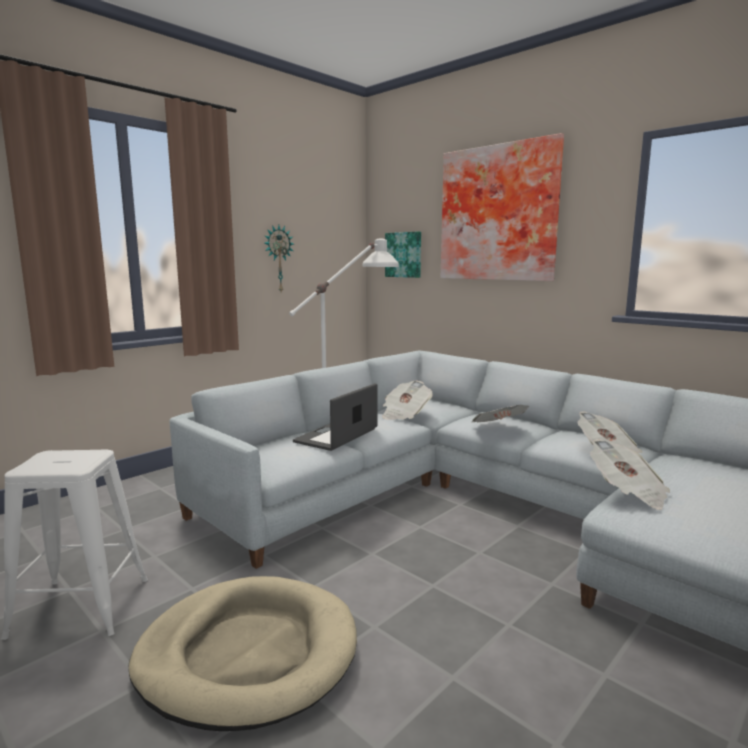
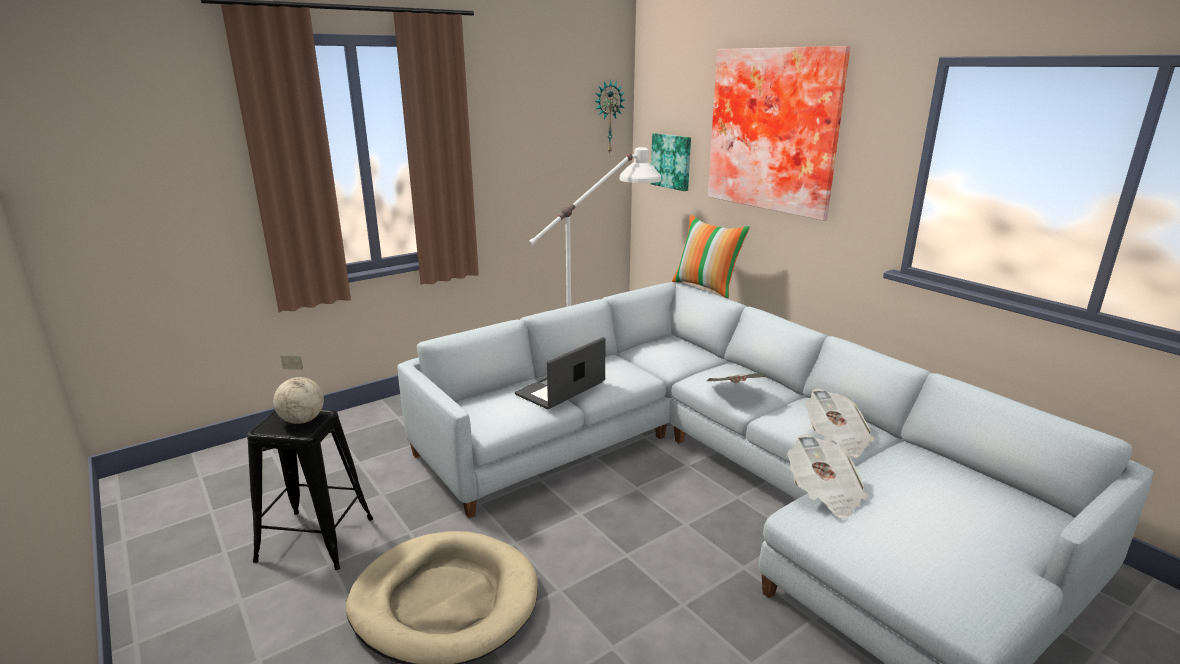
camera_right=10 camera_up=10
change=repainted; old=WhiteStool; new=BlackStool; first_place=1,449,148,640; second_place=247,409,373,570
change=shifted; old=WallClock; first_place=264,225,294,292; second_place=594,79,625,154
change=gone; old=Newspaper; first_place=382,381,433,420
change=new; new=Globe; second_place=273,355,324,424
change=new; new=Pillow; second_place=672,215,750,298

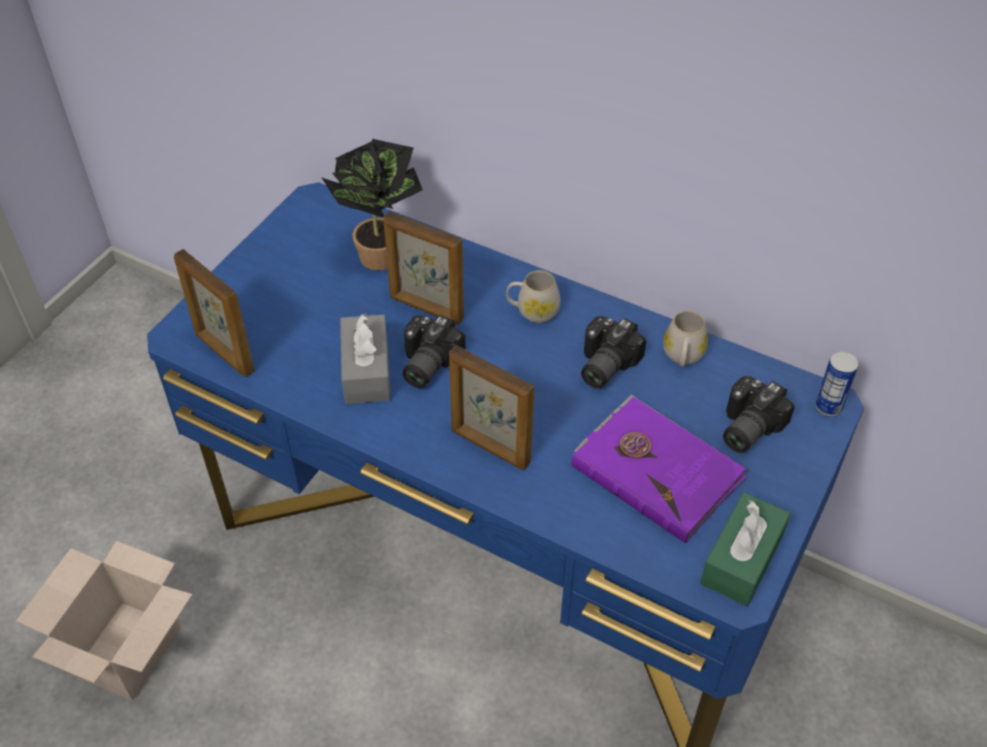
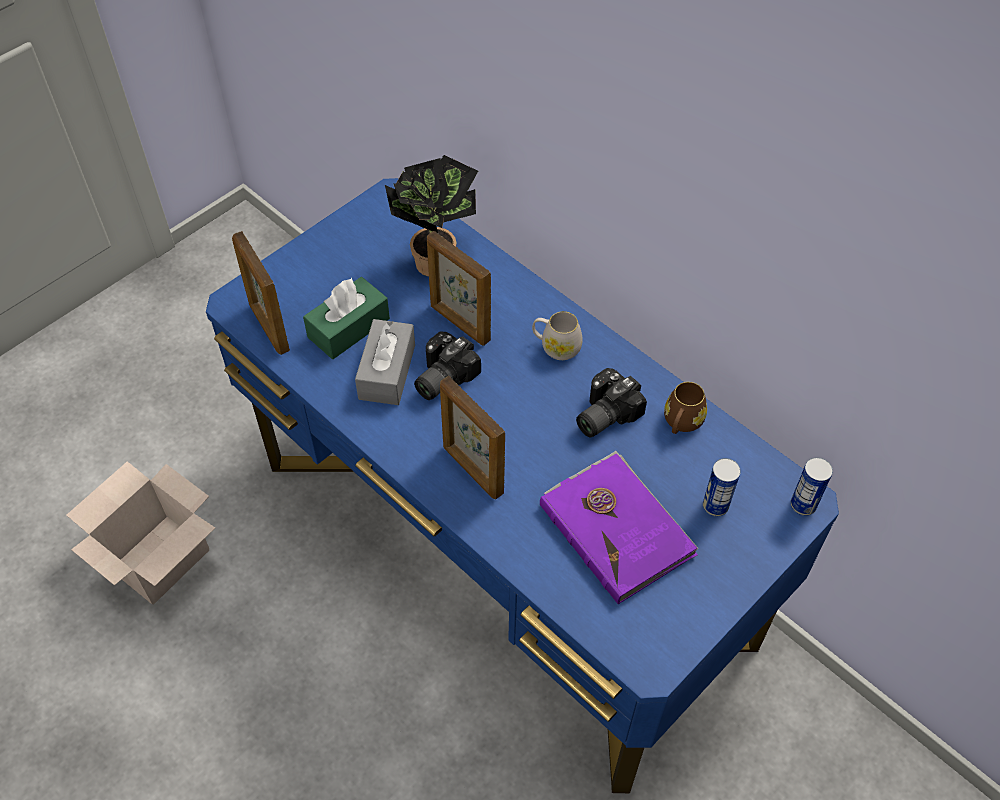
camera_right=15 camera_up=5
change=repainted; old=WhiteMug; new=BrownMug; first_place=663,311,708,367; second_place=664,382,707,434
change=shifted; old=GreenTissueBox; first_place=700,492,790,606; second_place=303,277,390,359
change=swapped; old=PhotoCamera; new=Can; first_place=723,376,795,453; second_place=703,458,741,516

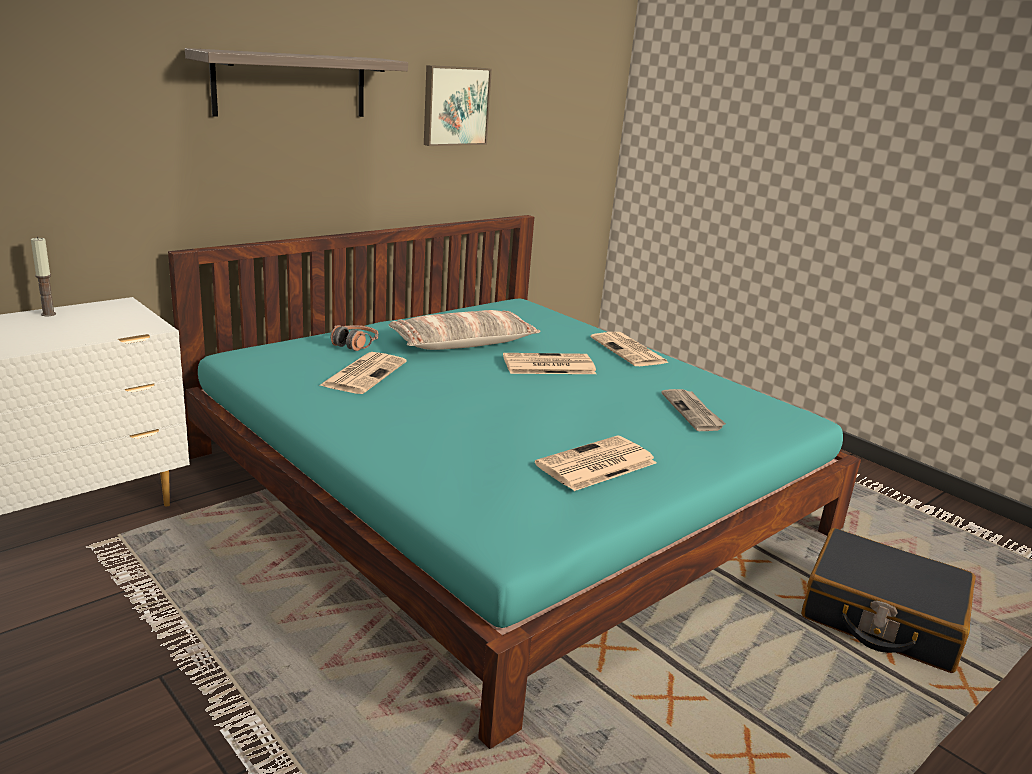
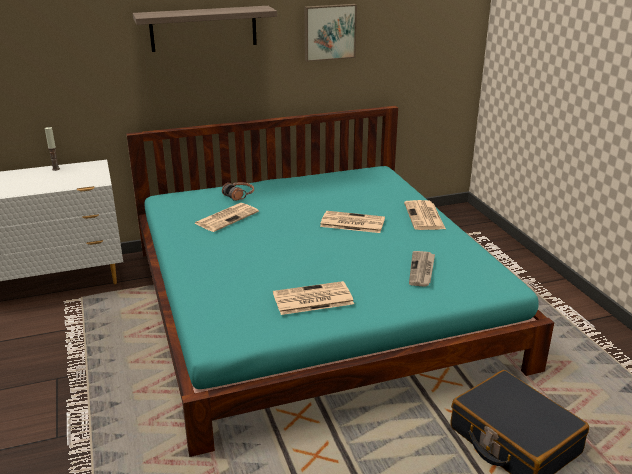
camera_right=25 camera_up=5
change=gone; old=Pillow; first_place=389,310,540,350

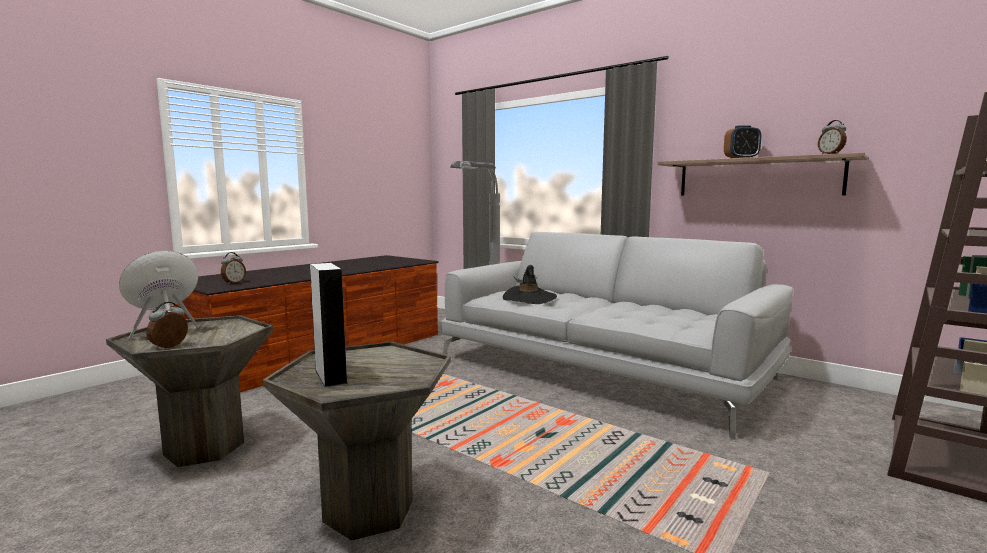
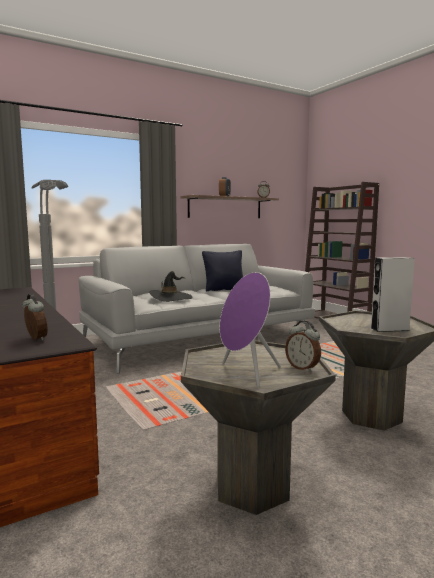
camera_right=-70 camera_up=0
change=new; new=BlackPillow; second_place=202,250,243,291

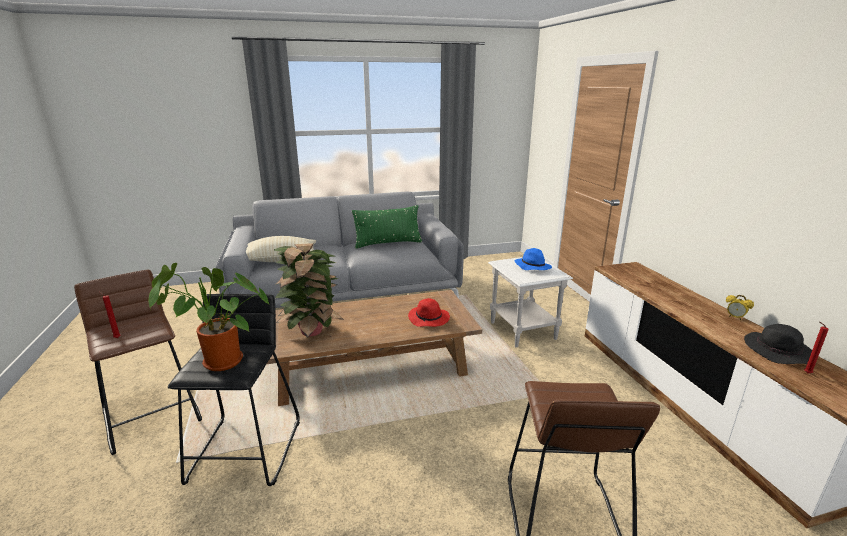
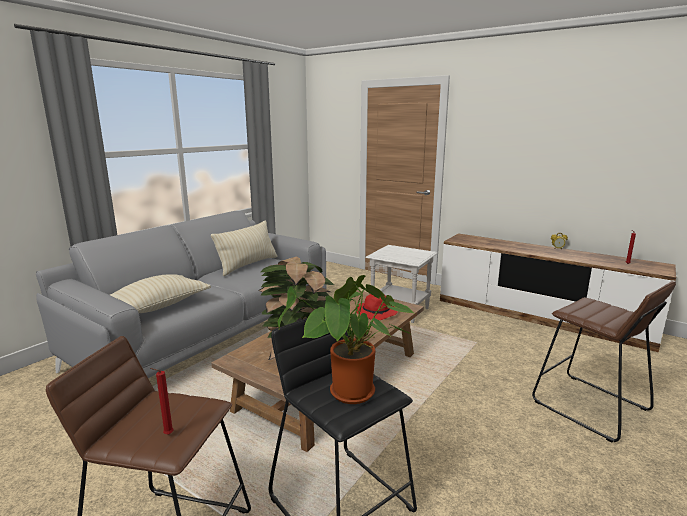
camera_right=-40 camera_up=-5
change=repainted; old=GreenPillow; new=BeigePillow; first_place=352,205,422,249; second_place=211,220,277,276
change=gone; old=BlueHat; first_place=515,248,552,270
change=gone; old=BlackHat; first_place=744,324,812,364

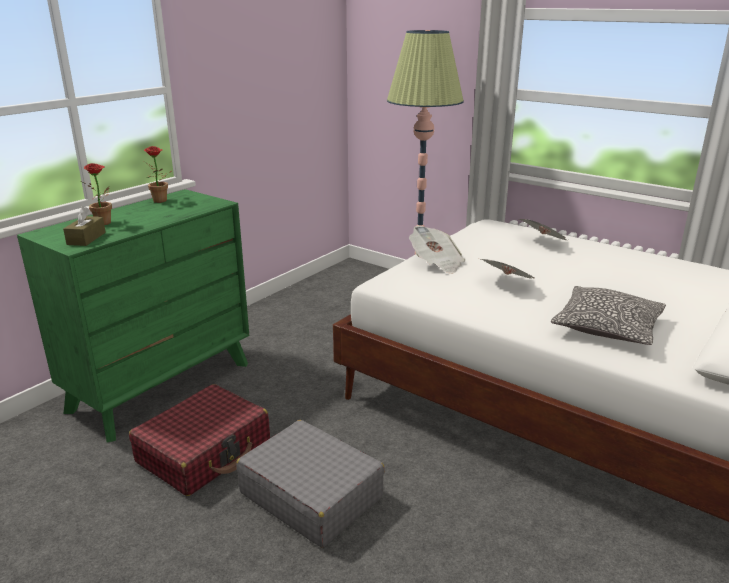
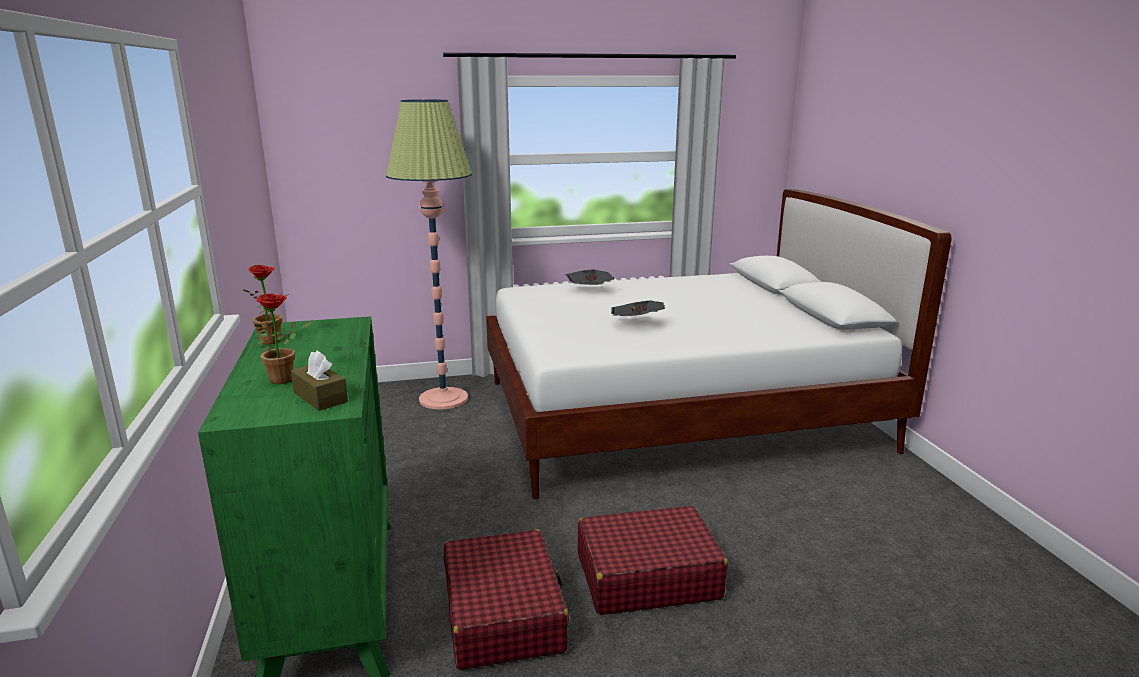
camera_right=-50 camera_up=-5
change=repainted; old=GreySuitcase; new=RedSuitcase; first_place=236,420,385,547; second_place=578,505,728,615
change=gone; old=Newspaper; first_place=409,225,465,274
change=gone; old=Pillow; first_place=551,286,666,345

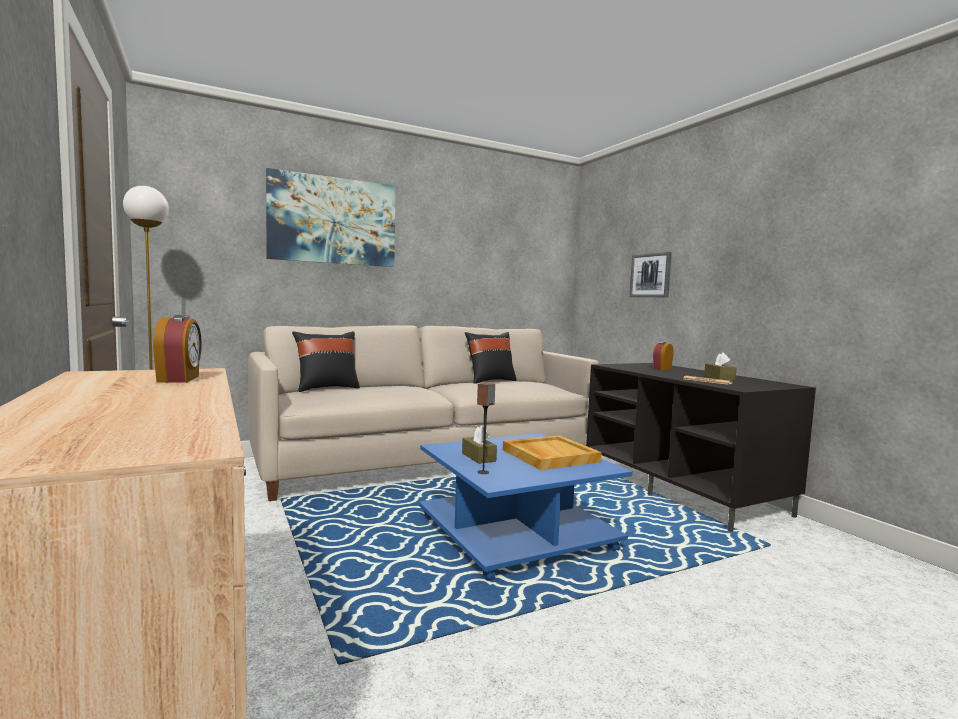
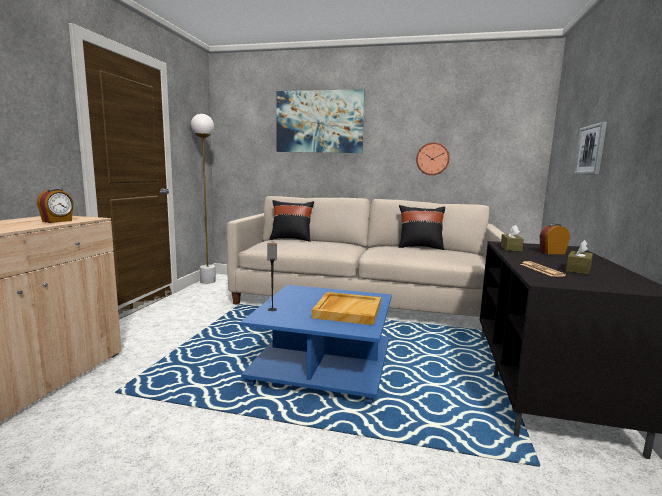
camera_right=40 camera_up=5
change=shifted; old=BrownTissueBox; first_place=462,426,497,464; second_place=501,225,524,252
change=new; new=WallClock; second_place=416,142,449,175

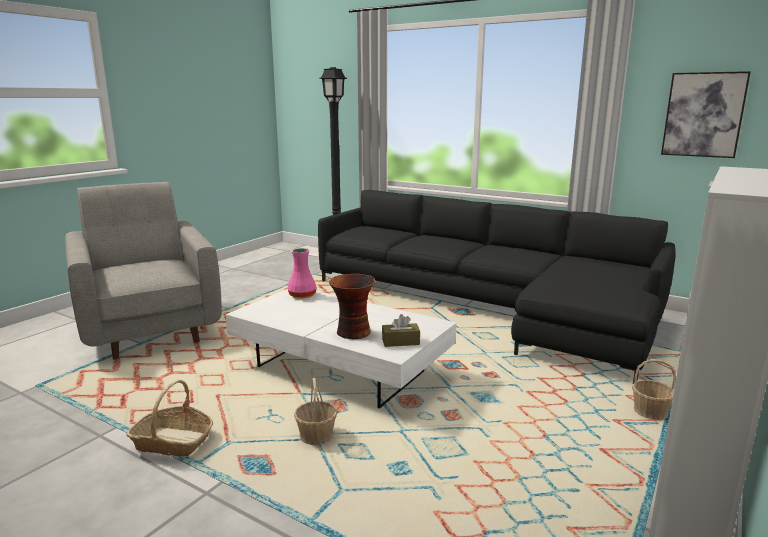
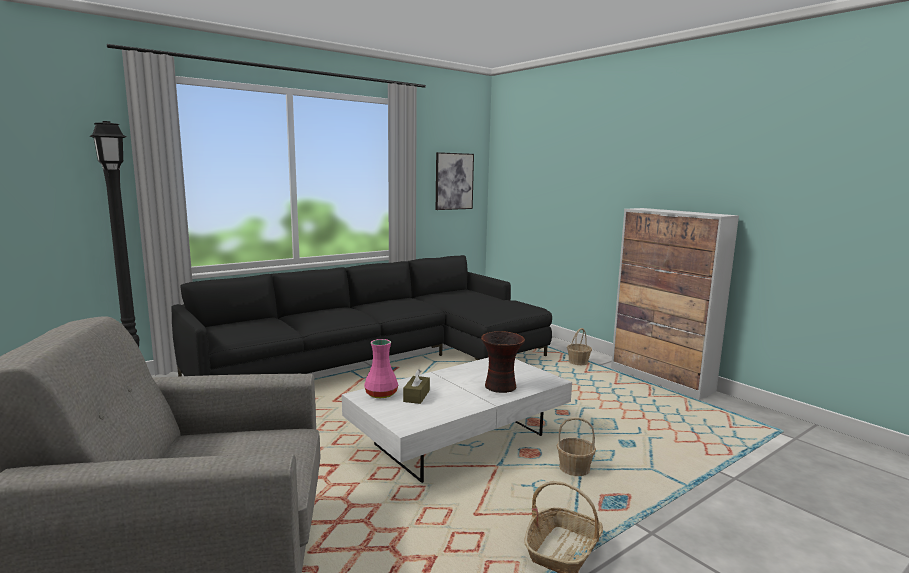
camera_right=-70 camera_up=-5
change=shifted; old=BrownTissueBox; first_place=382,314,420,347; second_place=403,369,430,404

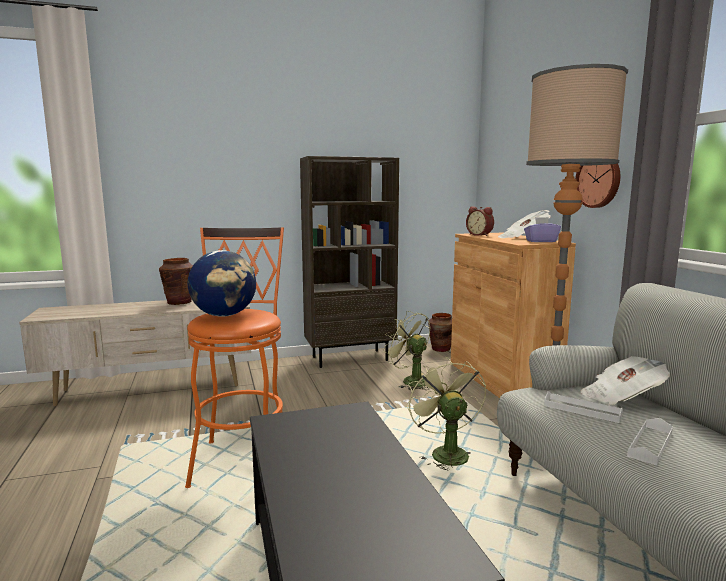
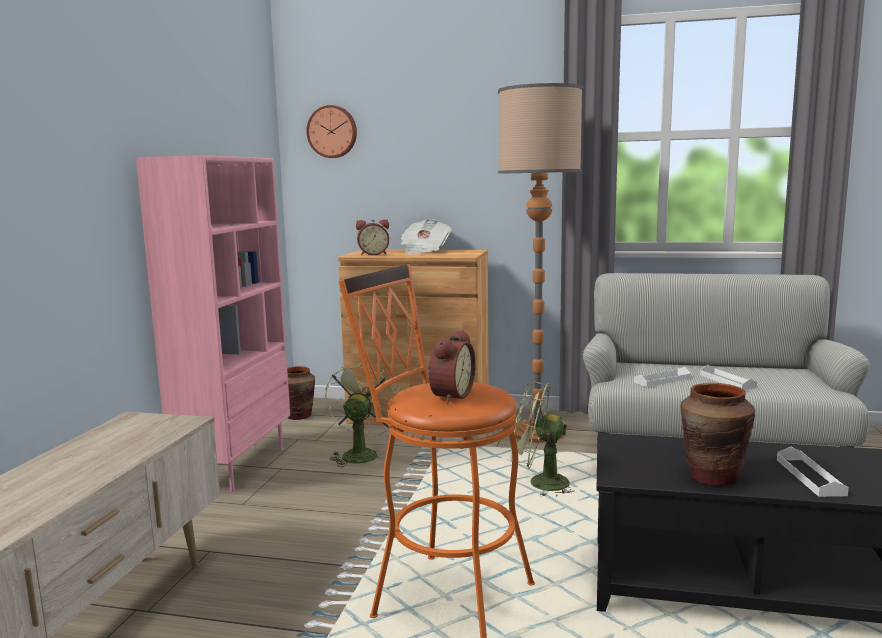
camera_right=-60 camera_up=0
change=shifted; old=BrownVase; first_place=159,258,193,305; second_place=681,383,755,486
change=swapped; old=Globe; new=AlarmClock; first_place=188,250,256,317; second_place=428,330,476,404
change=repainted; old=BrownBookcase; new=PinkBookcase; first_place=300,156,399,368; second_place=136,155,290,492
change=rotated; old=GreenFan; first_place=383,311,430,390; second_place=325,361,399,467; degrees=120
change=gone; old=PurpleTissueBox; first_place=524,217,561,242
change=shifted; old=WallClock; first_place=575,164,620,208; second_place=306,105,357,158
change=gone; old=Newspaper; first_place=581,356,670,405
change=new; new=WhiteTray; second_place=777,446,849,497

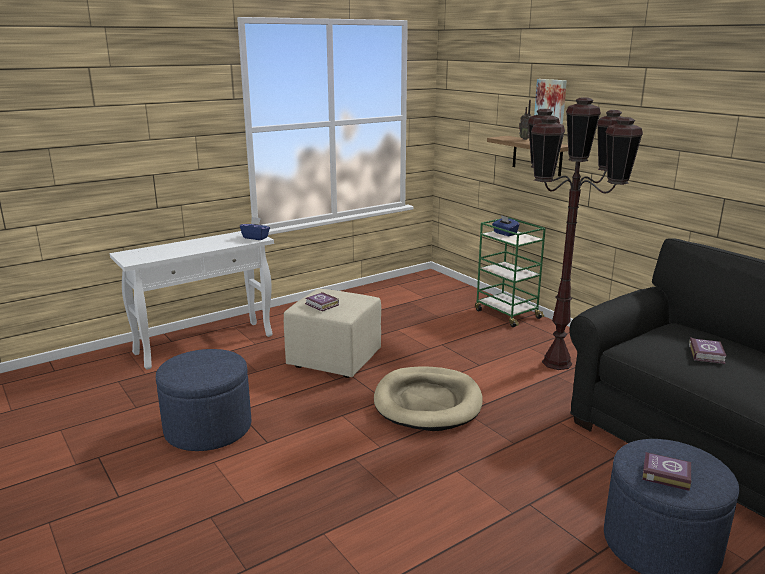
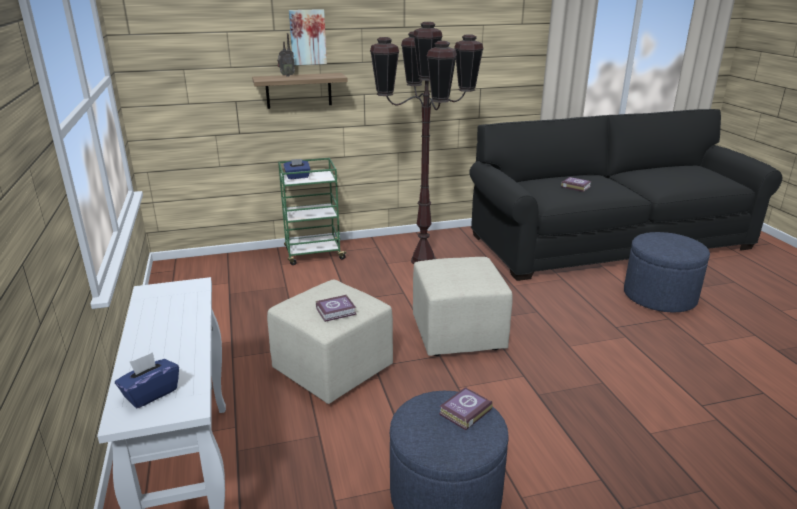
camera_right=-70 camera_up=5
change=shifted; old=BlueTissueBox; first_place=240,217,270,240; second_place=115,352,179,408
change=swapped; old=BeigeDogBed; new=BeigeOttoman; first_place=374,366,482,431; second_place=413,257,513,356
change=shifted; old=Book; first_place=642,452,691,491; second_place=439,387,493,430

